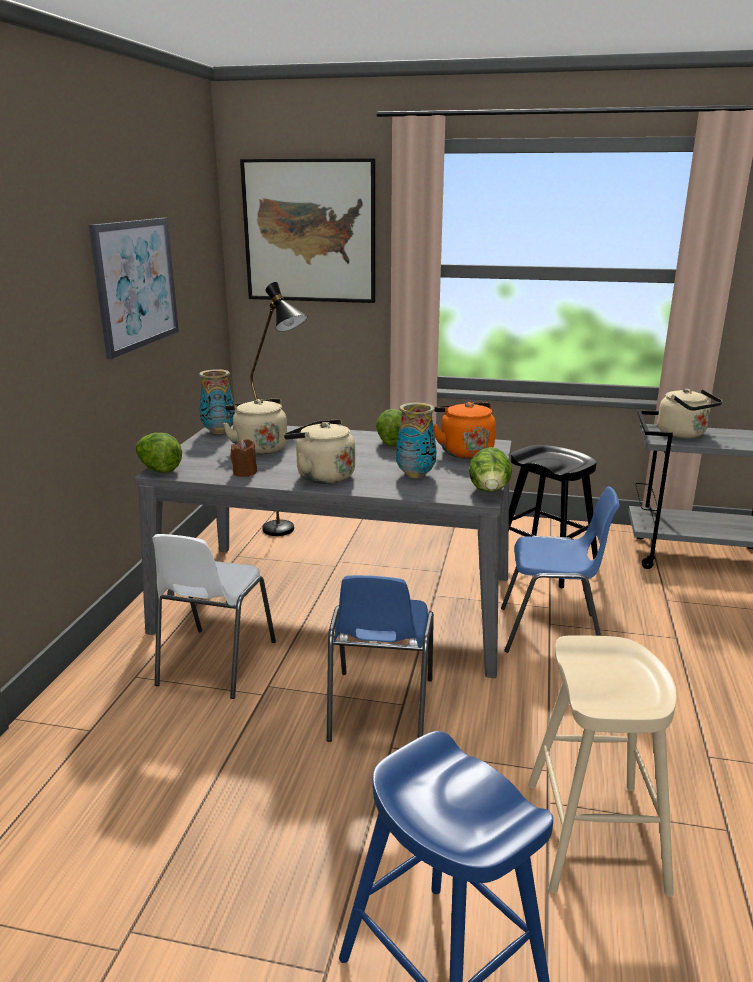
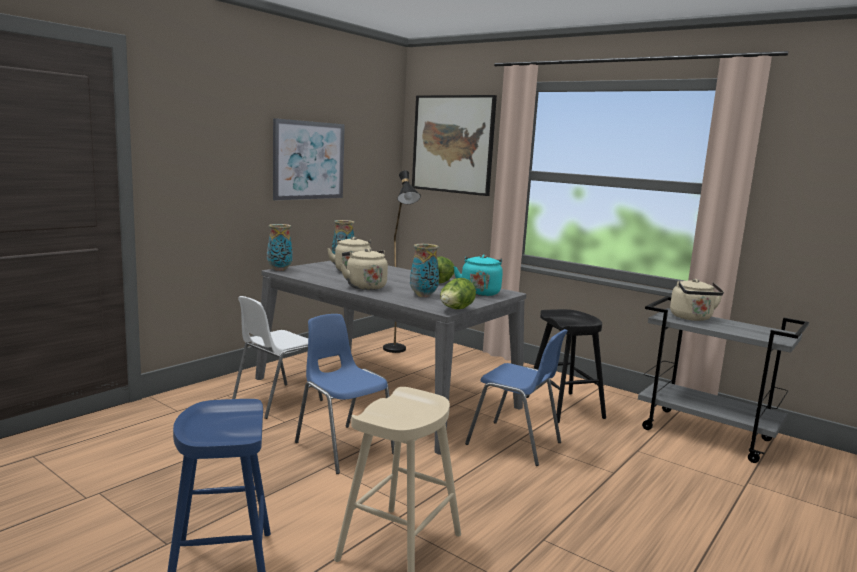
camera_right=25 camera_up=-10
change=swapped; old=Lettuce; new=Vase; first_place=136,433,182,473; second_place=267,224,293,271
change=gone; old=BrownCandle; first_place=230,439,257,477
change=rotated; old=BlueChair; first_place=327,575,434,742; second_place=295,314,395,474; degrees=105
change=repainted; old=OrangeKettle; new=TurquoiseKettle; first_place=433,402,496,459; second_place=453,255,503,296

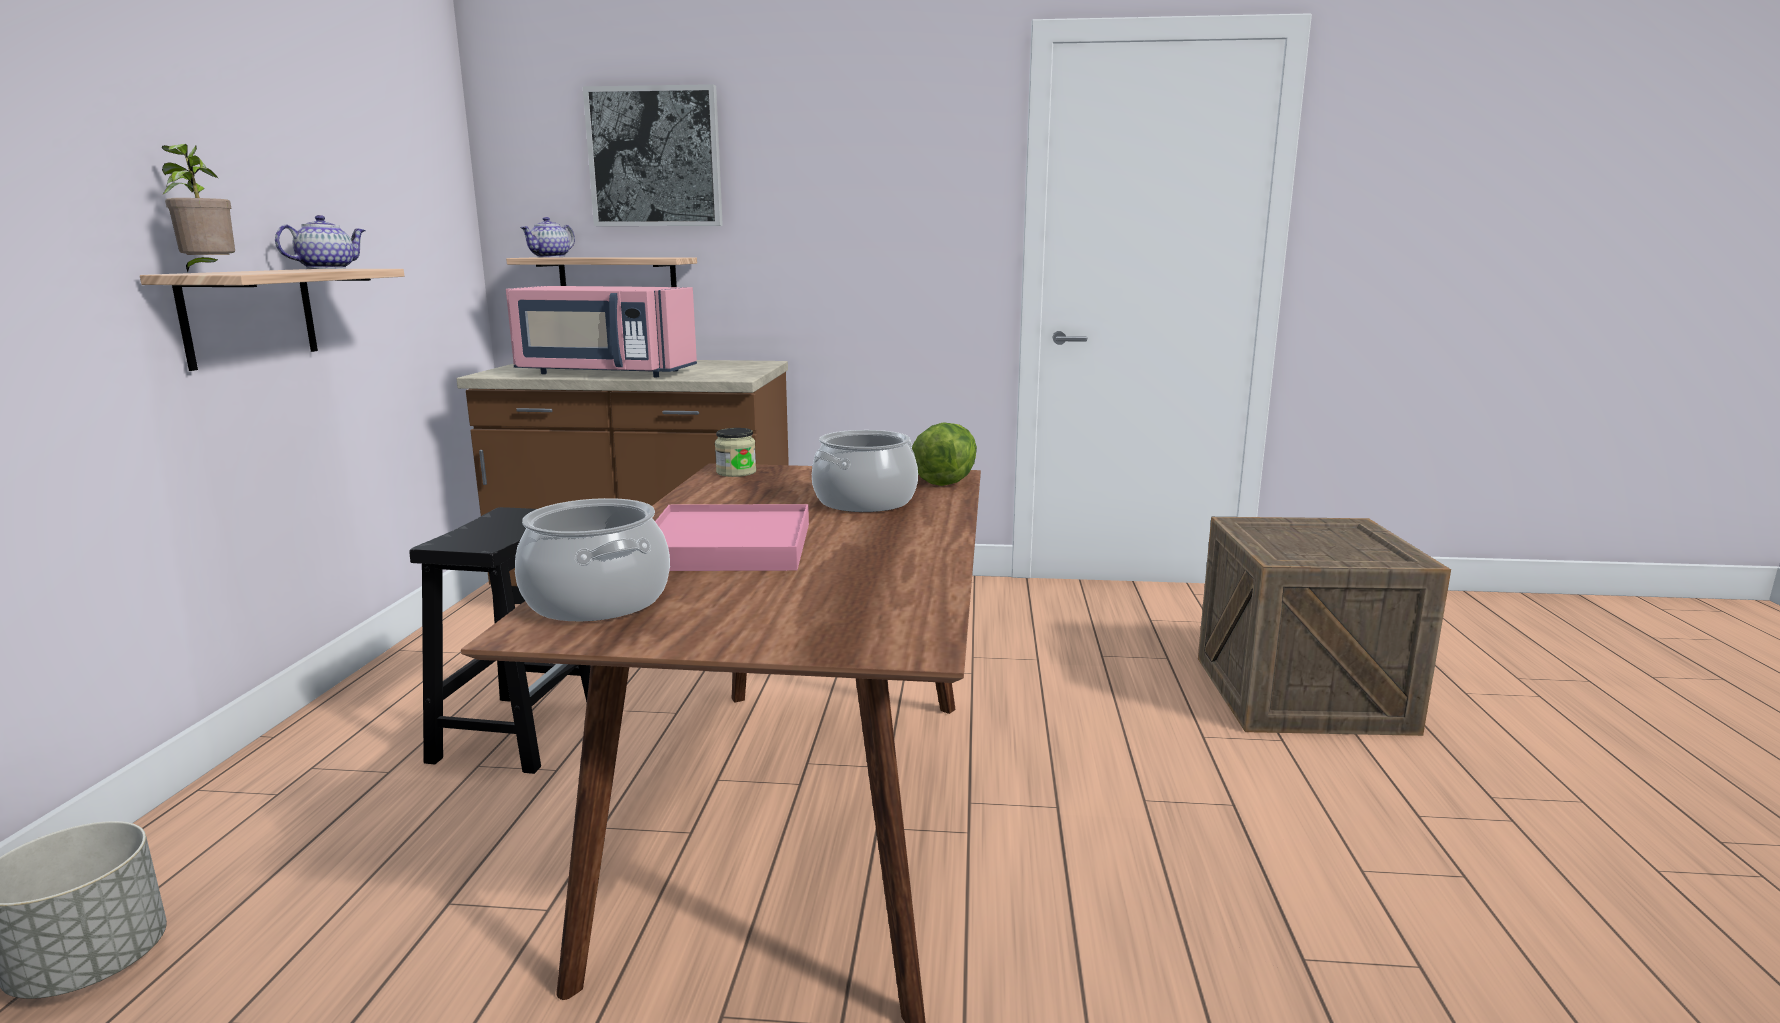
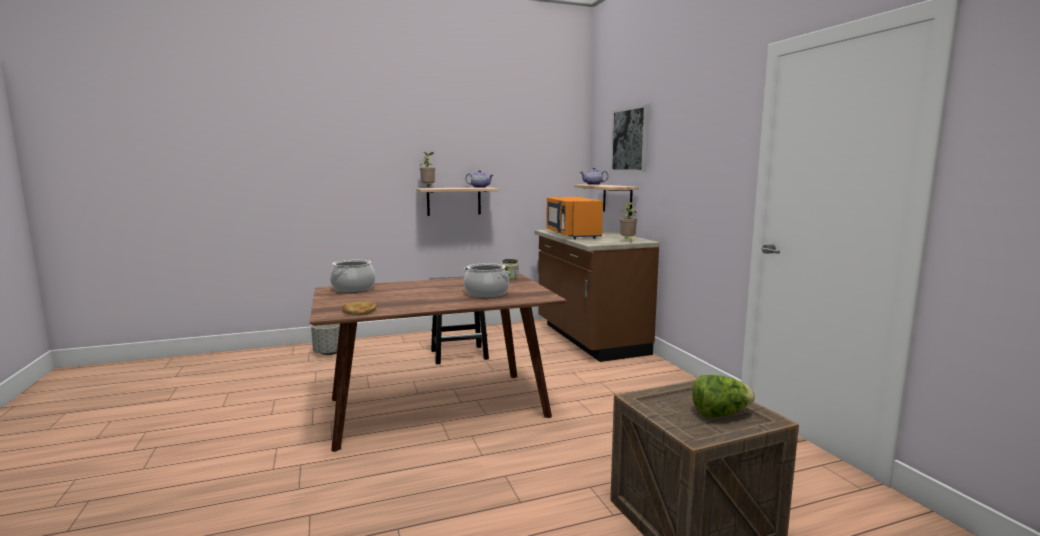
camera_right=65 camera_up=-5
change=repainted; old=PinkMicrowave; new=OrangeMicrowave; first_place=506,286,697,377; second_place=546,197,603,239
change=gone; old=PinkTray; first_place=655,504,809,571
change=shifted; old=Lettuce; first_place=912,422,977,486; second_place=692,375,755,418
change=new; new=Bread; second_place=342,301,376,315
change=new; new=PottedPlant; second_place=620,202,637,242

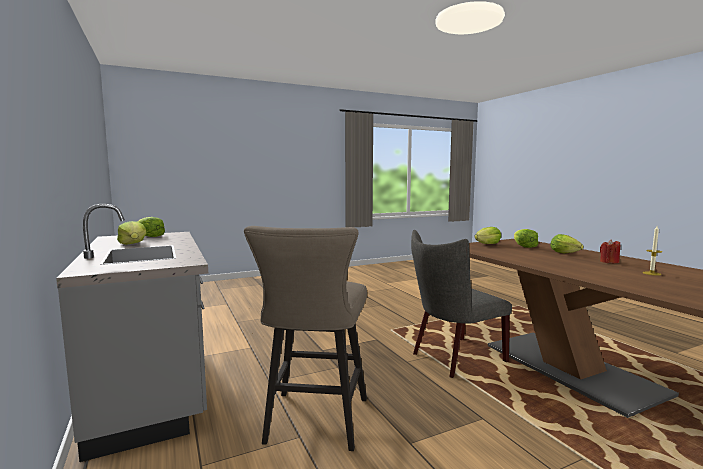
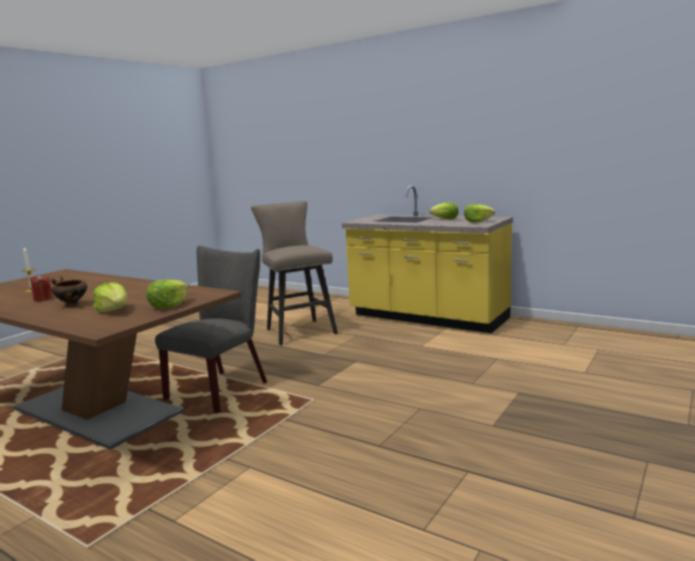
camera_right=150 camera_up=5
change=repainted; old=GreyCounter; new=YellowCounter; first_place=56,204,208,462; second_place=342,185,513,333
change=swapped; old=Lettuce; new=Bowl; first_place=551,234,583,253; second_place=51,276,87,307

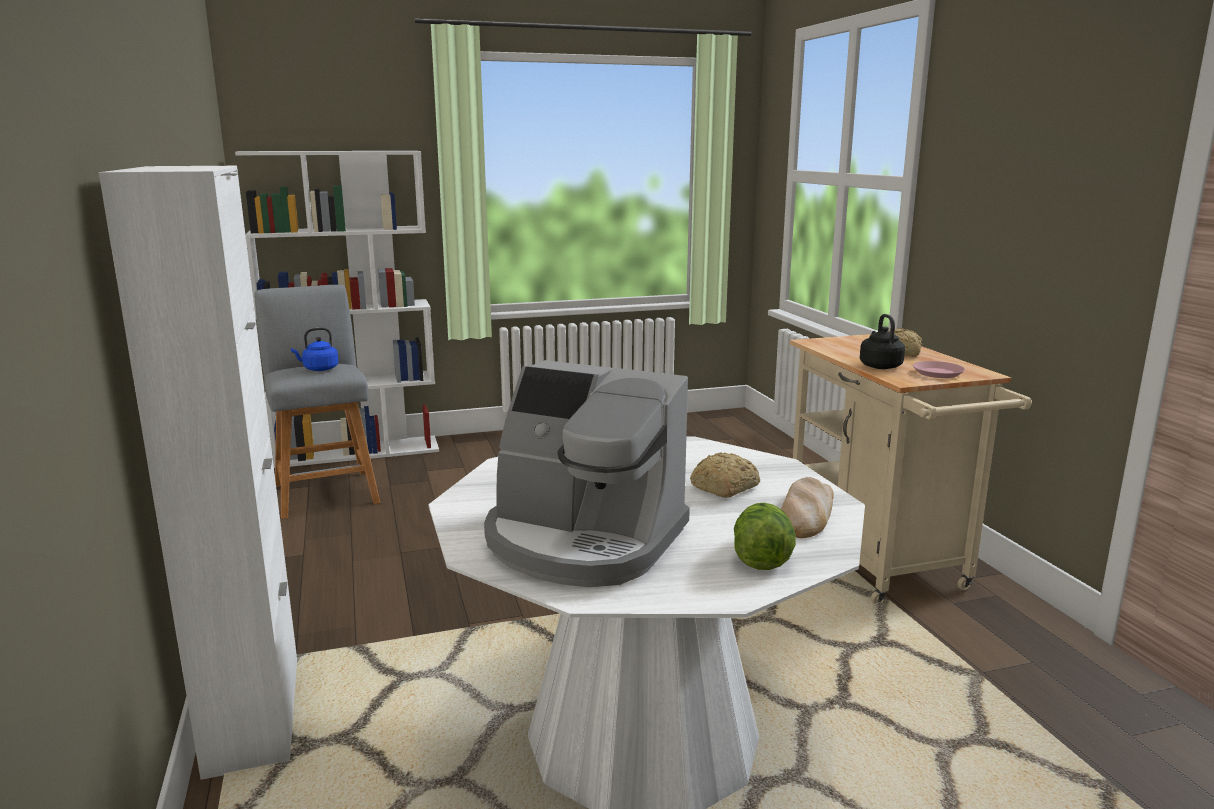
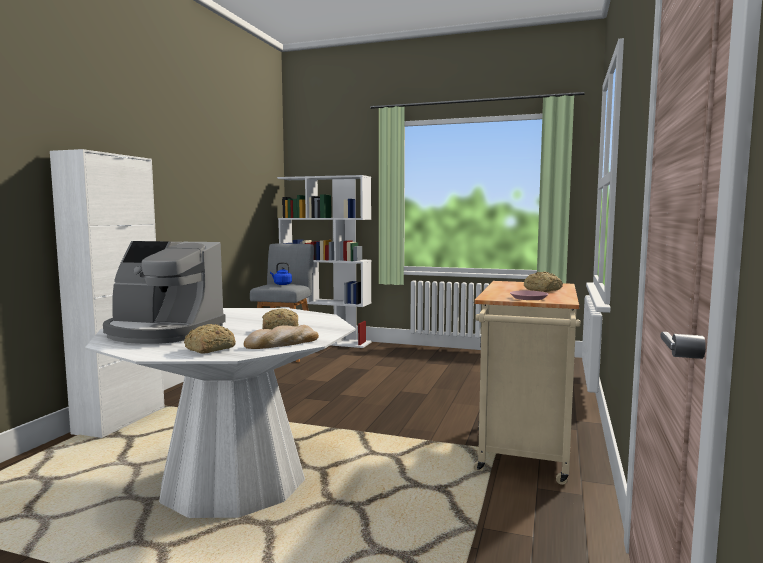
camera_right=35 camera_up=-10
change=rotated; old=CoffeeMachine; first_place=484,360,690,587; second_place=103,241,226,344; degrees=-45
change=swapped; old=Lettuce; new=Bread; first_place=734,503,796,570; second_place=184,324,236,353
change=gone; old=BlackKettle; first_place=860,314,905,369

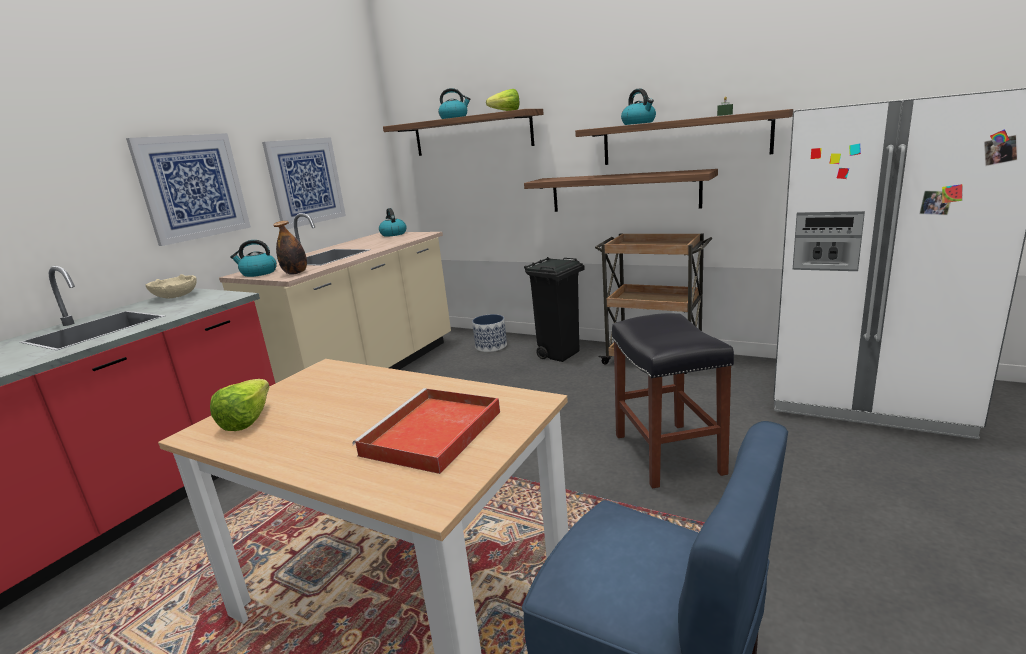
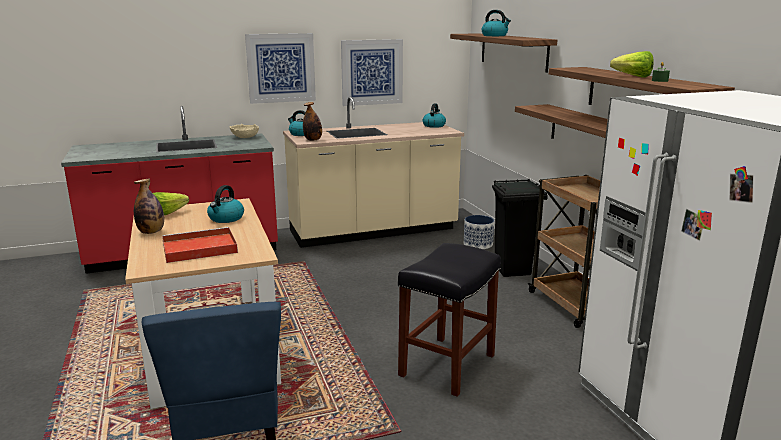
camera_right=40 camera_up=0
change=shifted; old=Lettuce; first_place=486,89,519,111; second_place=610,51,654,78
change=shifted; old=Kettle; first_place=621,89,656,125; second_place=207,185,244,223
change=new; new=Bottle; second_place=134,179,164,234

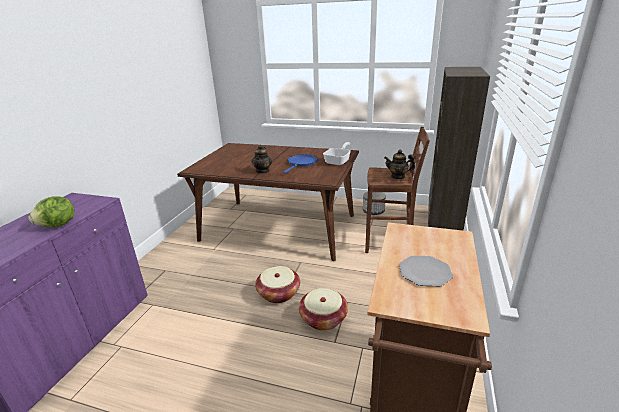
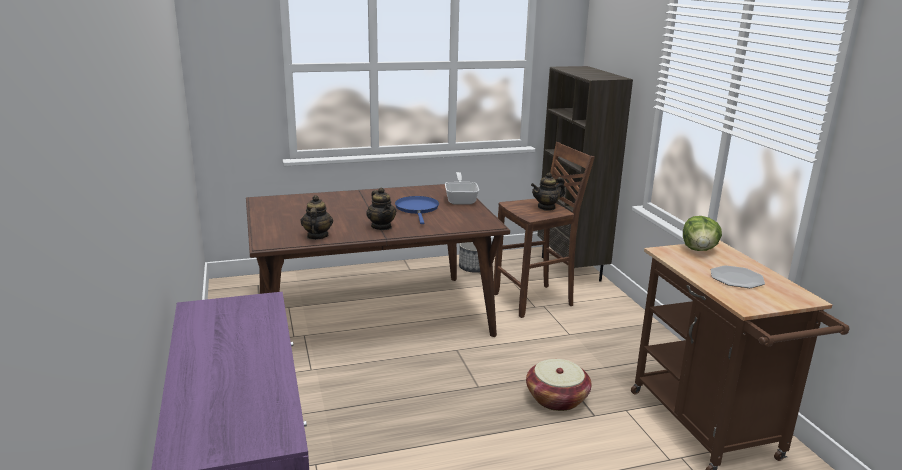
camera_right=-35 camera_up=-5
change=shifted; old=Lettuce; first_place=28,196,75,227; second_place=683,216,722,251
change=gone; old=Basket; first_place=255,266,300,303
change=new; new=Teapot; second_place=301,195,333,240

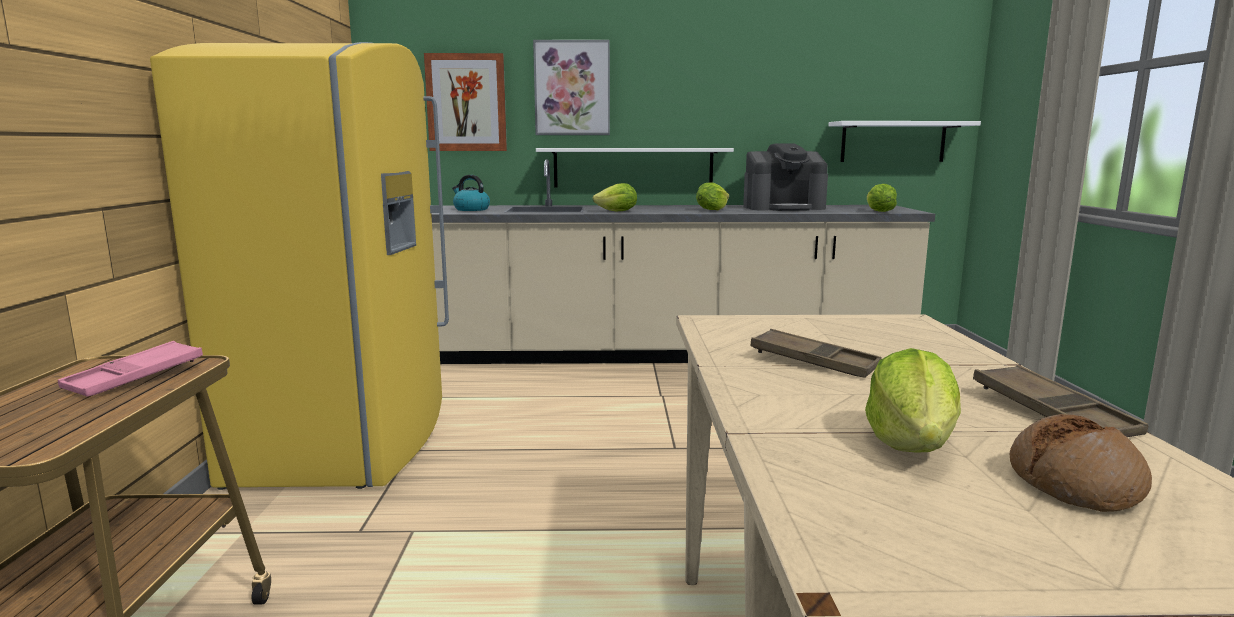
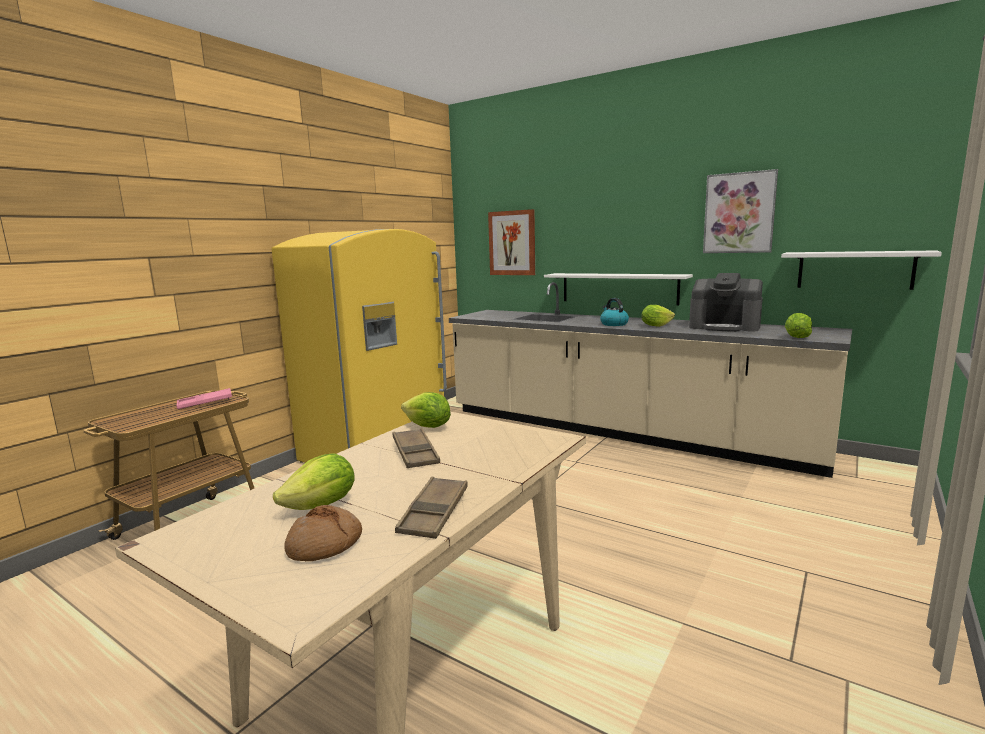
camera_right=35 camera_up=0
change=shifted; old=Kettle; first_place=452,175,490,211; second_place=600,298,629,326
change=shifted; old=Picture; first_place=533,40,610,135; second_place=703,169,778,253
change=shifted; old=Lettuce; first_place=593,183,637,211; second_place=401,392,451,428

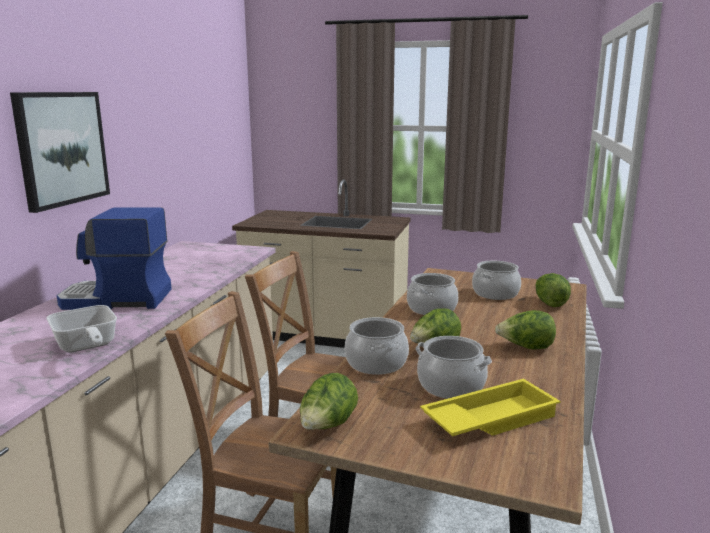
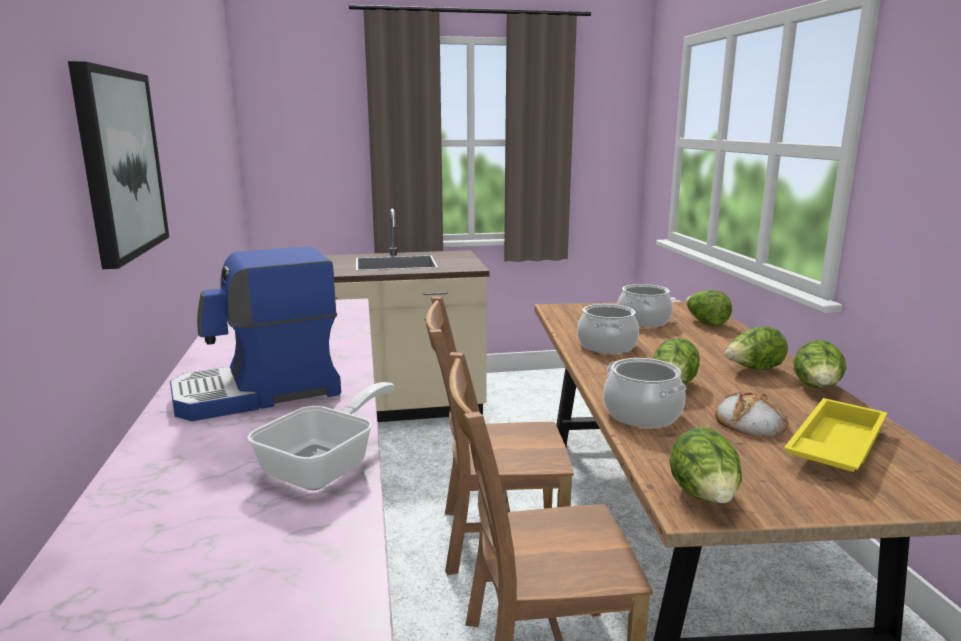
camera_right=-25 camera_up=0
change=rotated; old=FryingPan; first_place=46,305,117,353; second_place=247,382,394,490; degrees=-90
change=swapped; old=CookingPot; new=Bread; first_place=416,336,492,399; second_place=715,392,788,437
change=new; new=Lettuce; second_place=794,340,846,388

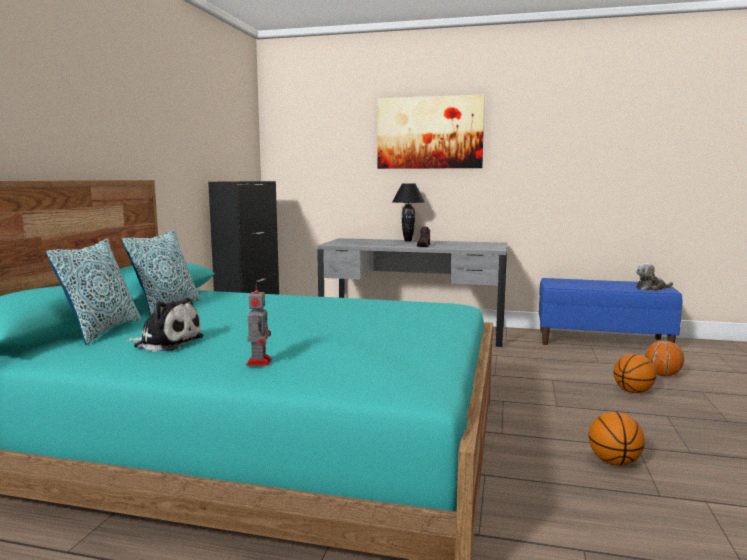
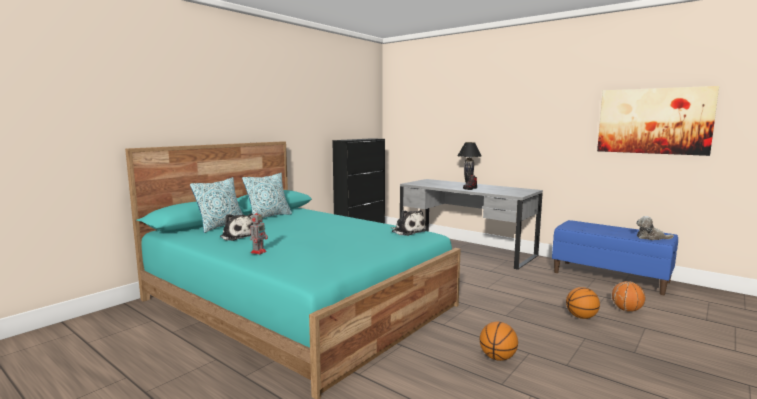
camera_right=25 camera_up=0
change=shifted; old=Picture; first_place=377,95,485,169; second_place=597,86,719,156
change=new; new=PlushToy; second_place=392,210,426,236

